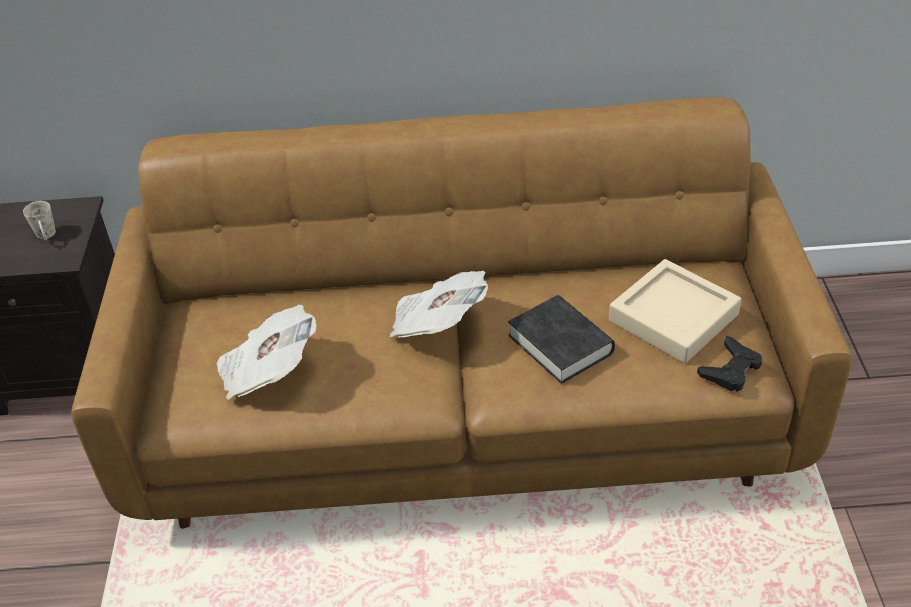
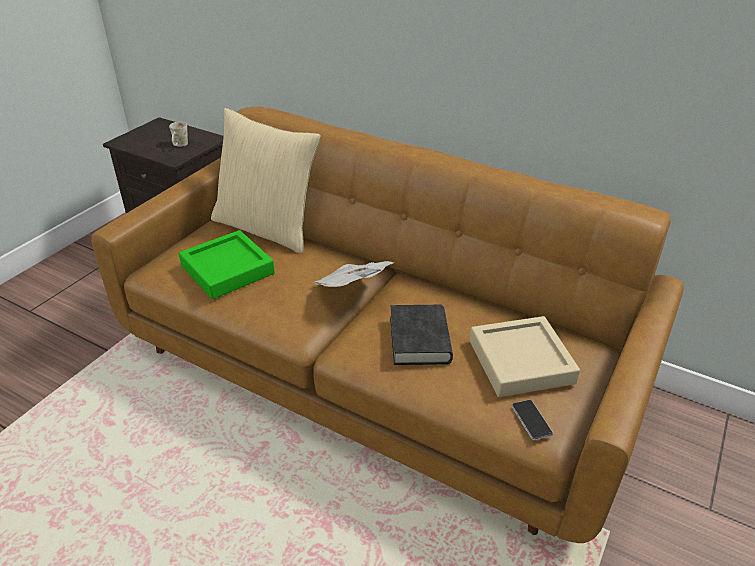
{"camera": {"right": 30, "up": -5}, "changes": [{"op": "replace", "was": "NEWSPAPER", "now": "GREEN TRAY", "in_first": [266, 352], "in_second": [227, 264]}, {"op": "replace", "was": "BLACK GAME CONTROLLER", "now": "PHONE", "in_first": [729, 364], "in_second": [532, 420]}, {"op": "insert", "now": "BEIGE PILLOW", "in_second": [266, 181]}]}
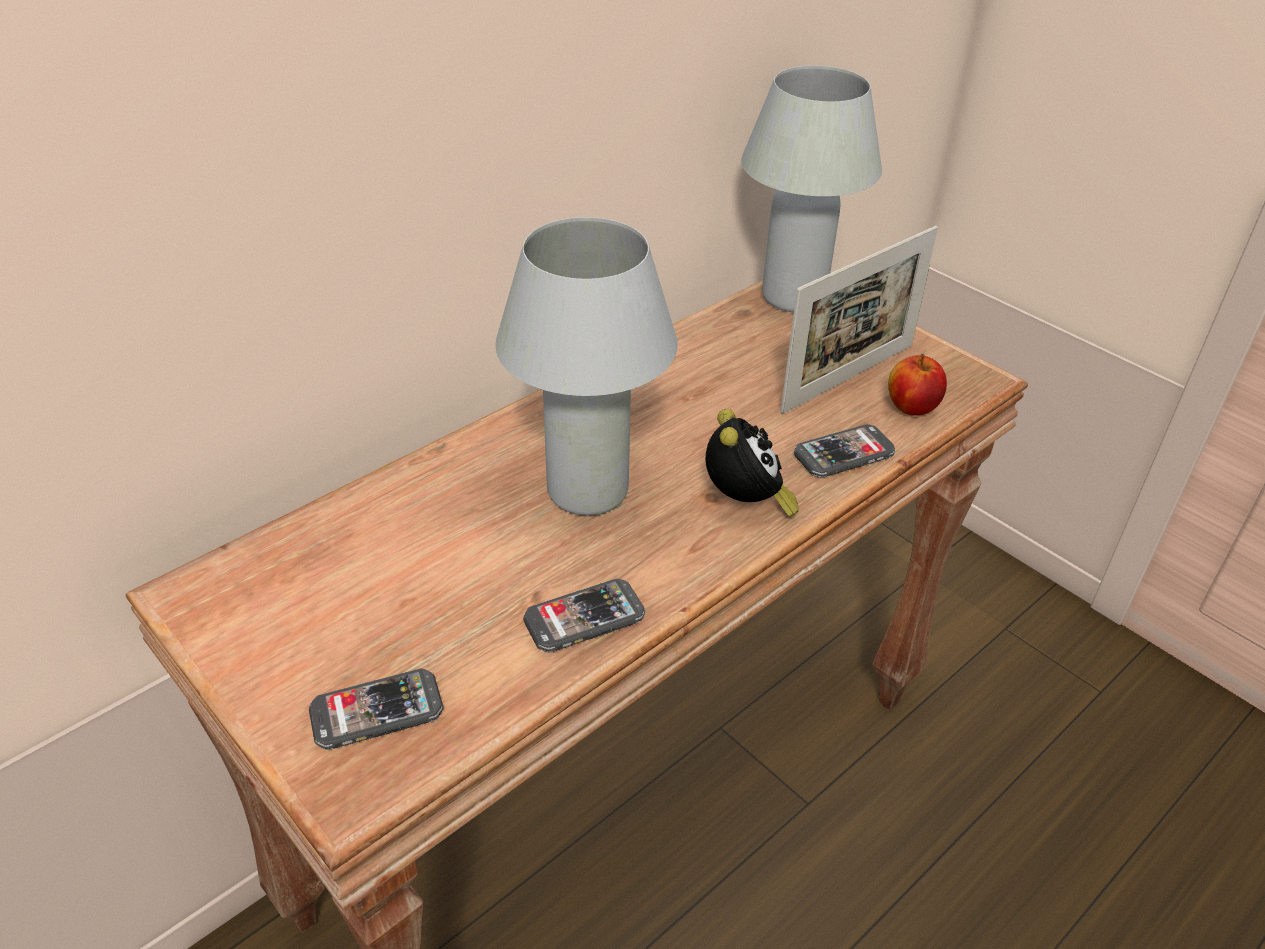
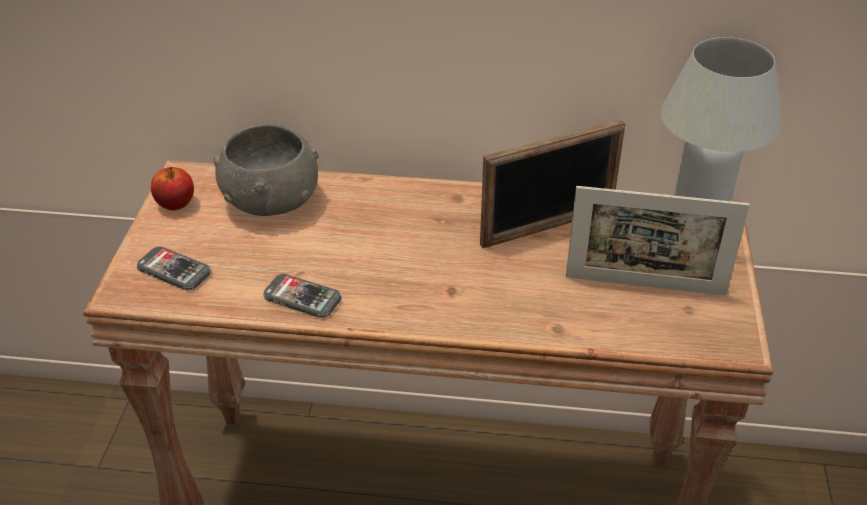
{"camera": {"right": 50, "up": 0}, "changes": [{"op": "delete", "was": "WHITE TABLE LAMP", "in_first": [587, 366]}, {"op": "move", "was": "APPLE", "in_first": [917, 385], "in_second": [172, 189]}, {"op": "delete", "was": "ALARM CLOCK", "in_first": [752, 463]}, {"op": "delete", "was": "PHONE", "in_first": [844, 451]}, {"op": "insert", "now": "PICTURE FRAME", "in_second": [553, 184]}, {"op": "insert", "now": "GREY BOWL", "in_second": [266, 170]}]}
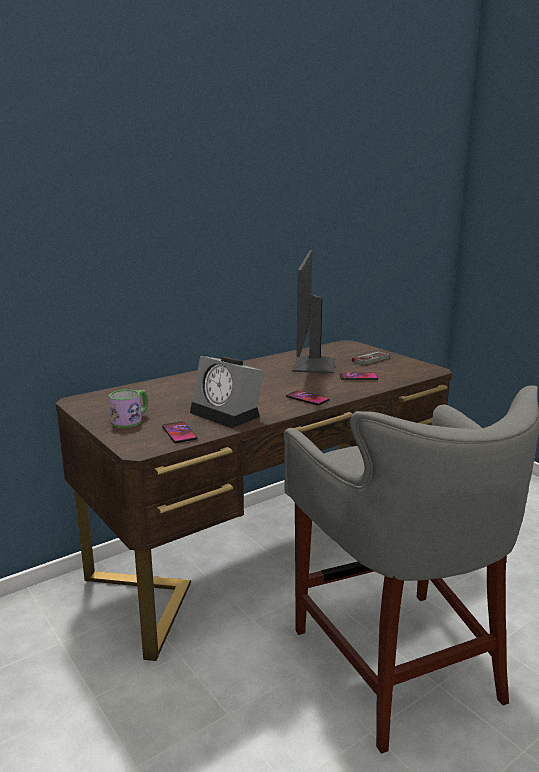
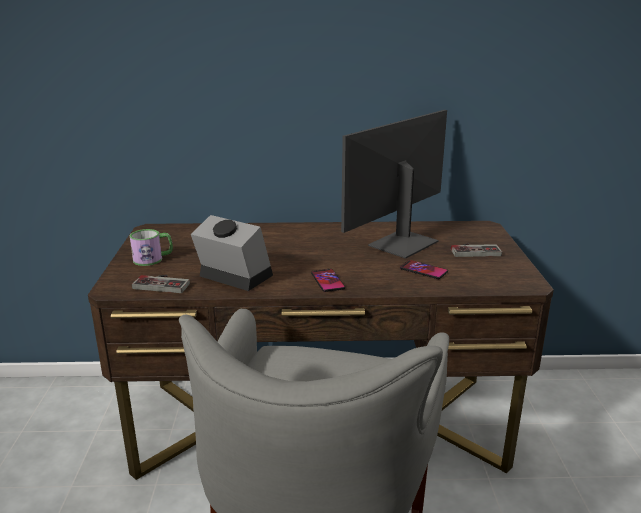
{"camera": {"right": 35, "up": 5}, "changes": [{"op": "rotate", "was": "ALARM CLOCK", "in_first": [227, 392], "in_second": [232, 253], "clockwise": 135}, {"op": "replace", "was": "PHONE", "now": "GAME CONTROLLER", "in_first": [179, 432], "in_second": [161, 284]}]}
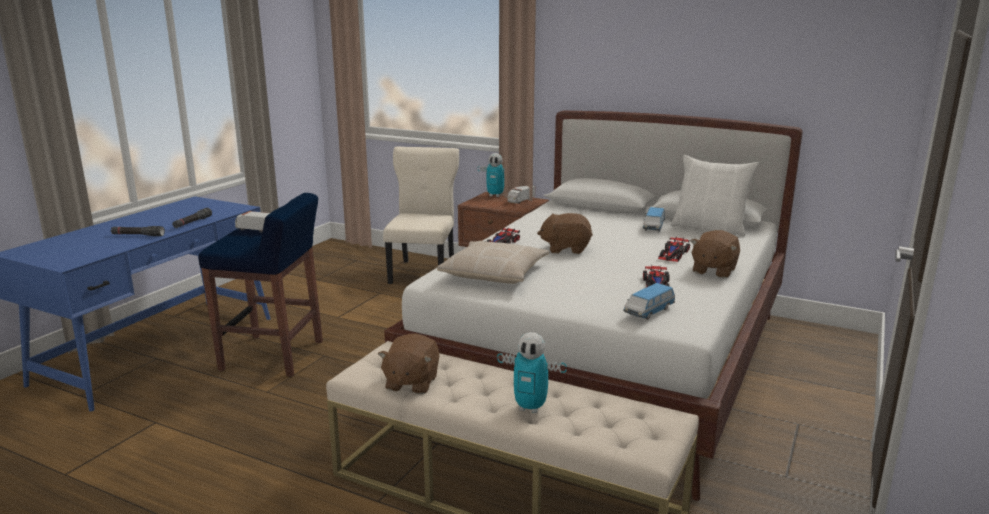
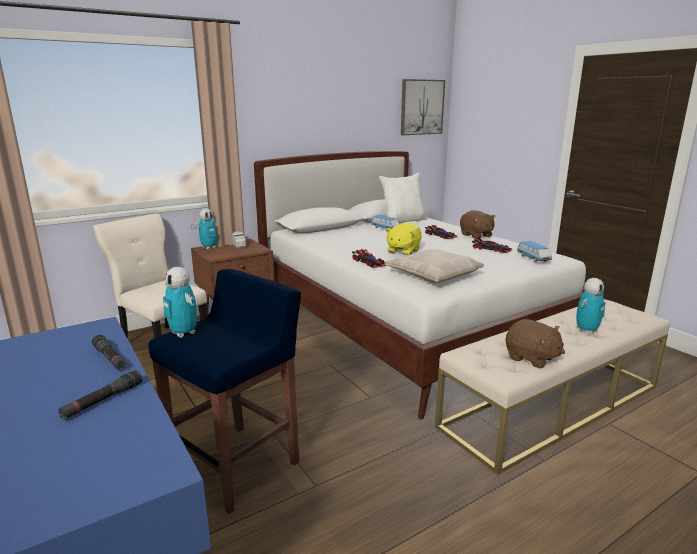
{"camera": {"right": -60, "up": 0}, "changes": [{"op": "replace", "was": "TOY TRUCK", "now": "TOY ROBOT", "in_first": [252, 222], "in_second": [180, 302]}, {"op": "recolor", "was": "BROWN PLUSH TOY", "now": "YELLOW PLUSH TOY", "in_first": [565, 233], "in_second": [403, 239]}, {"op": "insert", "now": "PICTURE", "in_second": [423, 107]}]}
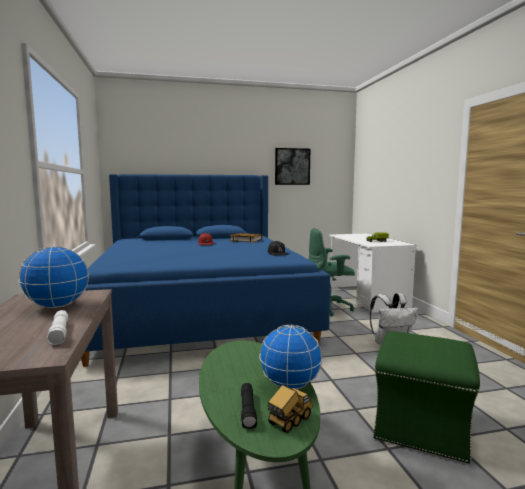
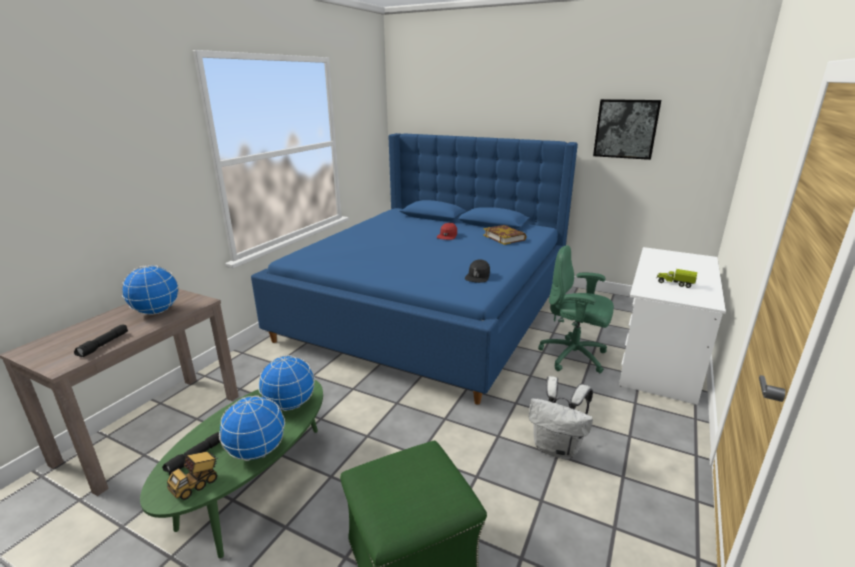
{"camera": {"right": 40, "up": 15}, "changes": [{"op": "recolor", "was": "WHITE FLASHLIGHT", "now": "BLACK FLASHLIGHT", "in_first": [57, 327], "in_second": [101, 340]}, {"op": "rotate", "was": "TOY TRUCK", "in_first": [289, 408], "in_second": [192, 476], "clockwise": 135}, {"op": "insert", "now": "GLOBE", "in_second": [286, 383]}]}
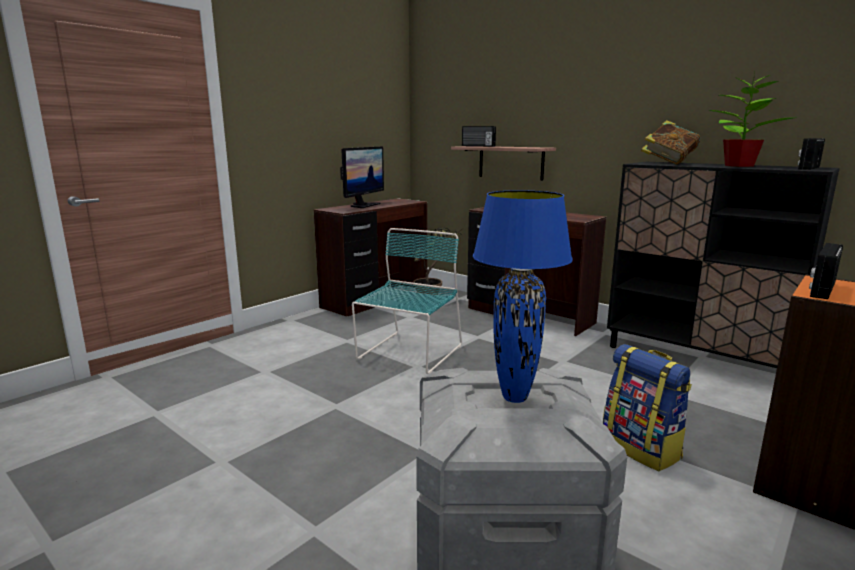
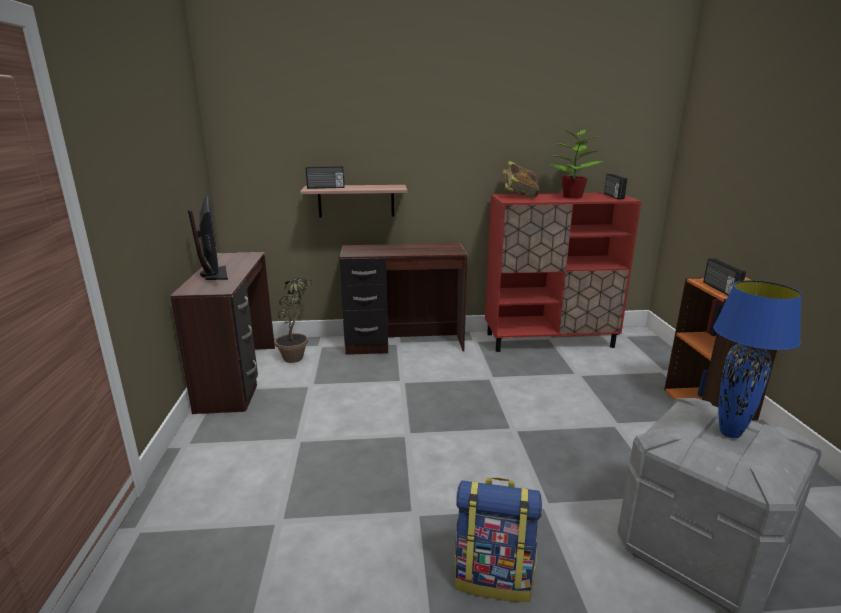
{"camera": {"right": -45, "up": 5}, "changes": [{"op": "recolor", "was": "BLACK CABINET", "now": "RED CABINET", "in_first": [723, 265], "in_second": [563, 272]}, {"op": "delete", "was": "TURQUOISE CHAIR", "in_first": [407, 301]}, {"op": "move", "was": "BACKPACK", "in_first": [647, 407], "in_second": [498, 539]}]}
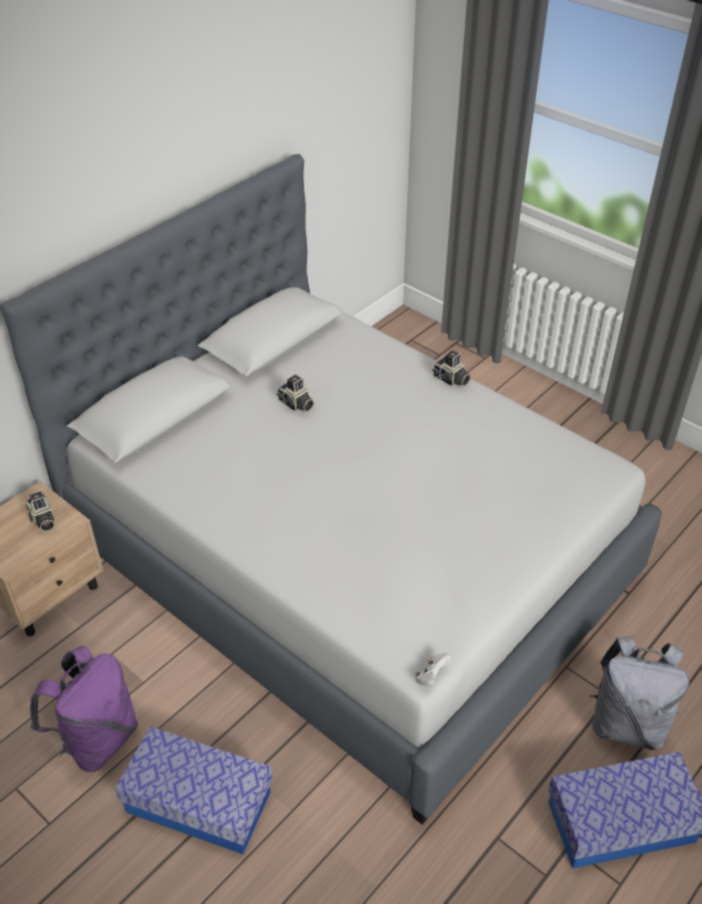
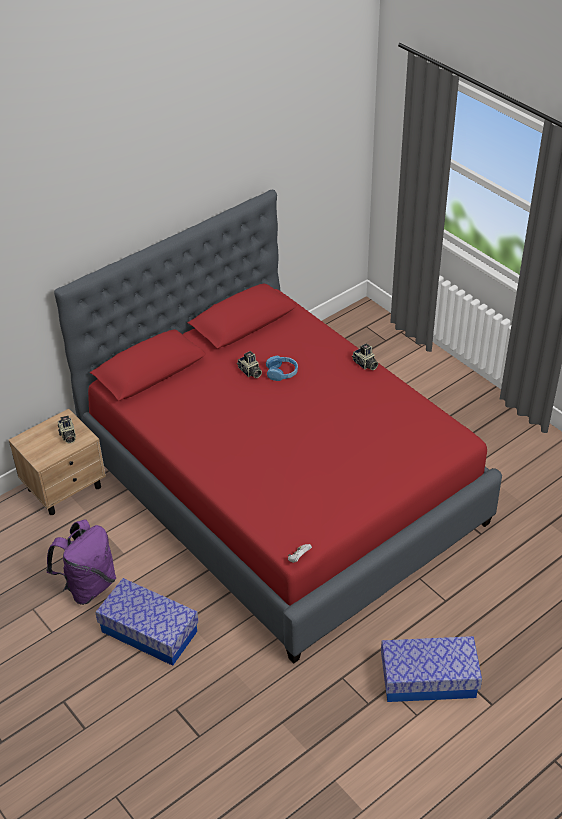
{"camera": {"right": 10, "up": 0}, "changes": [{"op": "recolor", "was": "GREY BED", "now": "RED BED", "in_first": [331, 489], "in_second": [278, 427]}, {"op": "delete", "was": "GREY BACKPACK", "in_first": [639, 693]}, {"op": "insert", "now": "BLUE HEADPHONES", "in_second": [282, 368]}]}
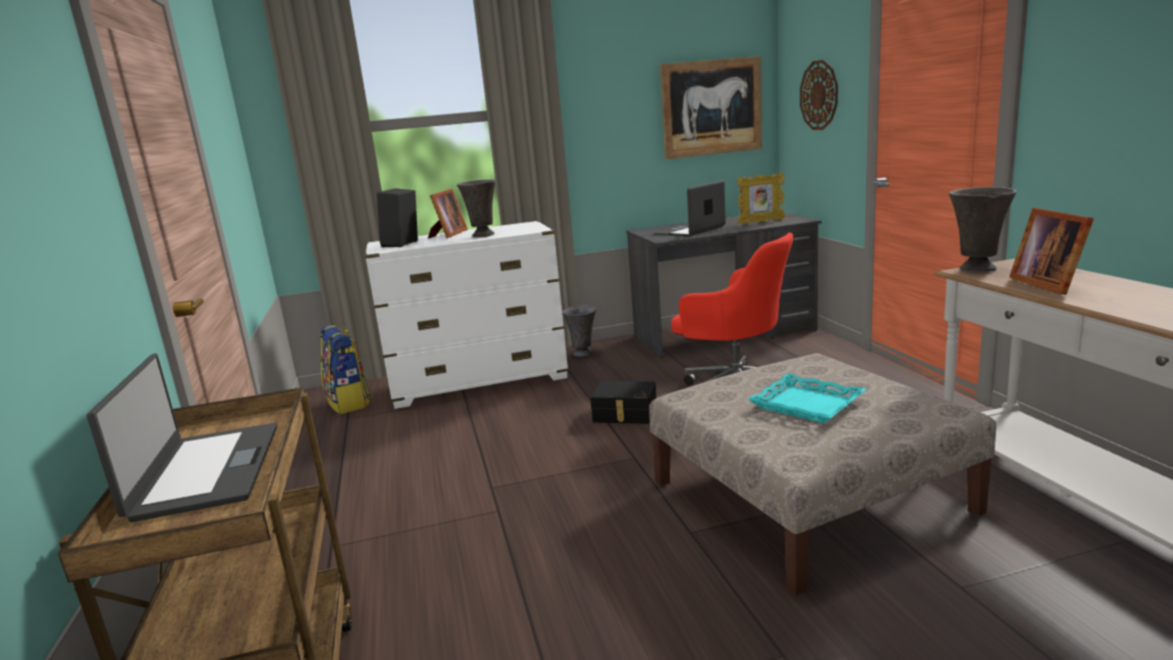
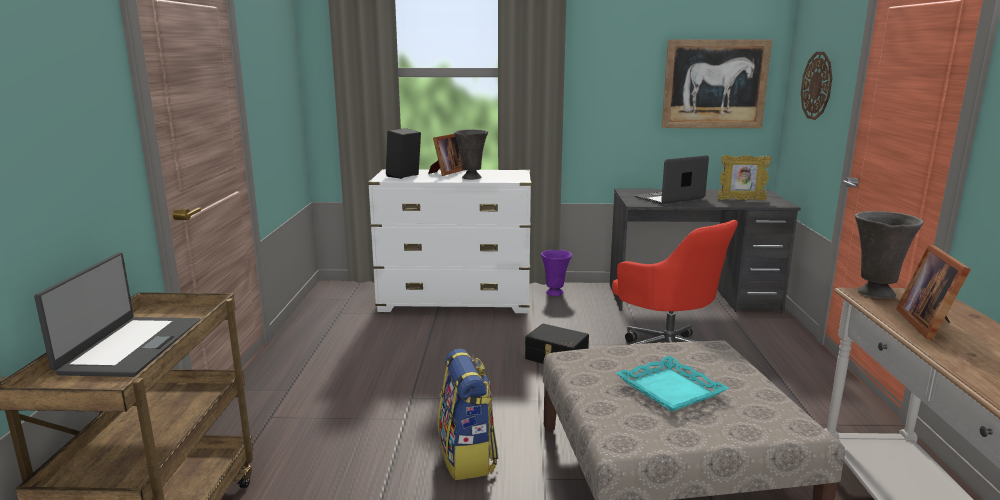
{"camera": {"right": 15, "up": 0}, "changes": [{"op": "recolor", "was": "GREY VASE", "now": "PURPLE VASE", "in_first": [579, 331], "in_second": [556, 273]}, {"op": "move", "was": "BACKPACK", "in_first": [346, 369], "in_second": [468, 414]}]}
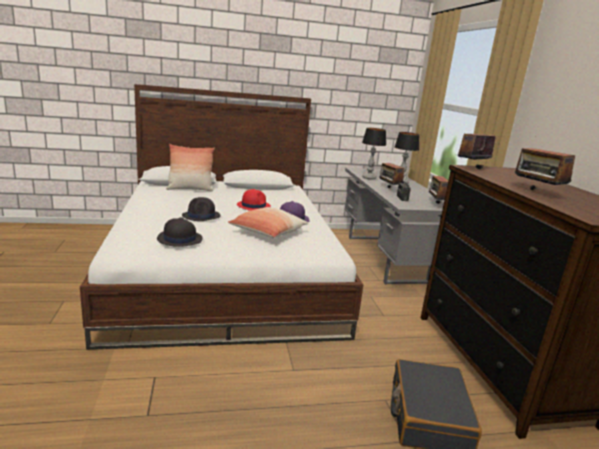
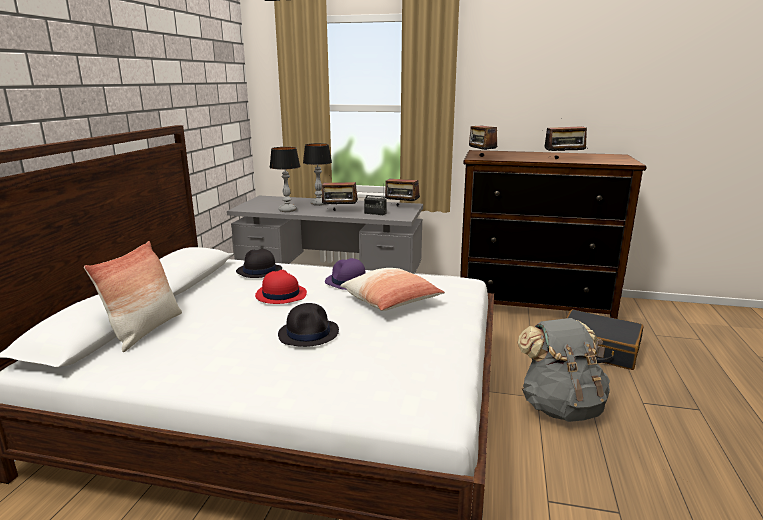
{"camera": {"right": -65, "up": 0}, "changes": [{"op": "move", "was": "BLACK HAT", "in_first": [180, 232], "in_second": [259, 263]}, {"op": "insert", "now": "GREY BACKPACK", "in_second": [564, 370]}]}
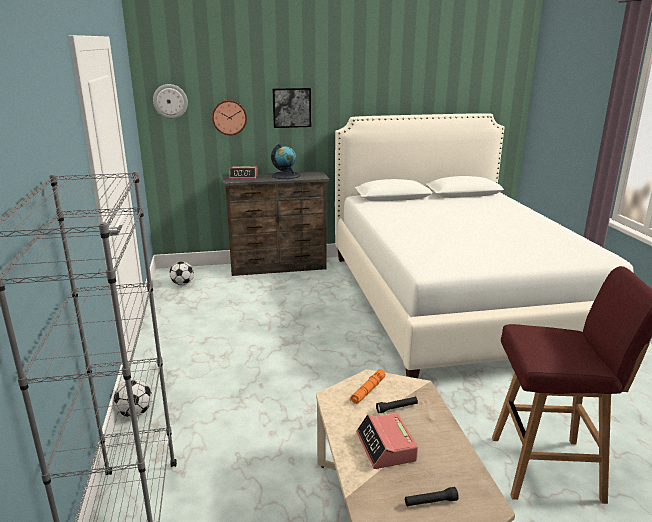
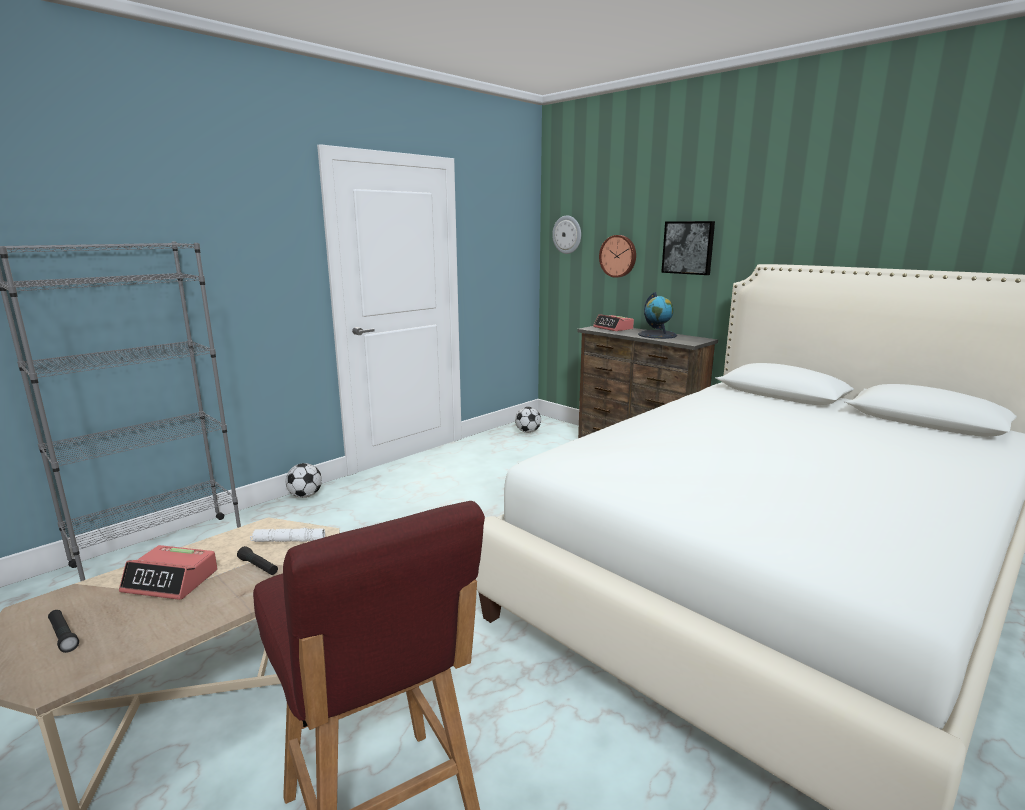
{"camera": {"right": 55, "up": -5}, "changes": [{"op": "recolor", "was": "ORANGE FLASHLIGHT", "now": "WHITE FLASHLIGHT", "in_first": [368, 386], "in_second": [287, 535]}, {"op": "rotate", "was": "ALARM CLOCK", "in_first": [387, 441], "in_second": [168, 572], "clockwise": -120}]}
